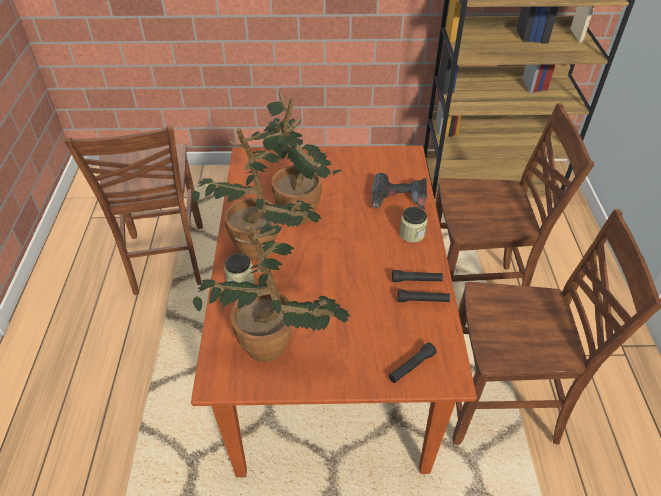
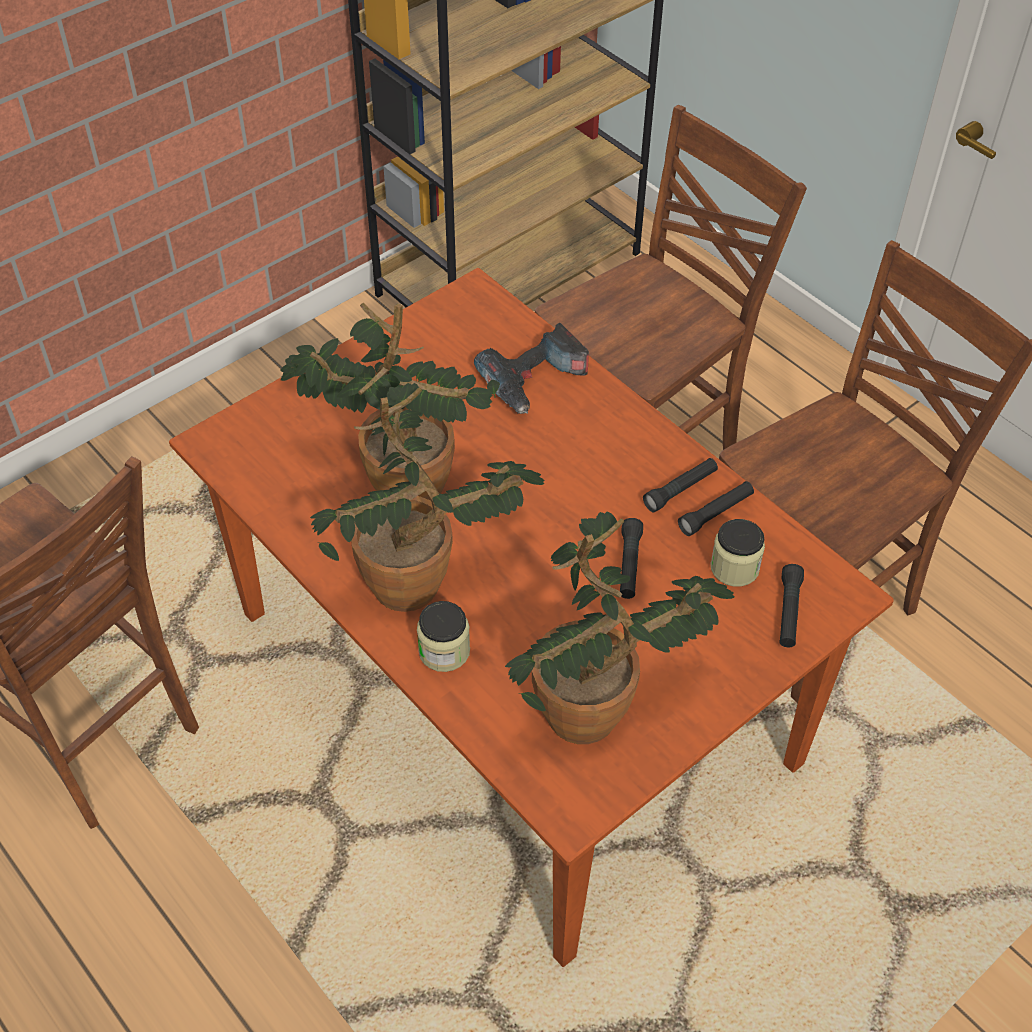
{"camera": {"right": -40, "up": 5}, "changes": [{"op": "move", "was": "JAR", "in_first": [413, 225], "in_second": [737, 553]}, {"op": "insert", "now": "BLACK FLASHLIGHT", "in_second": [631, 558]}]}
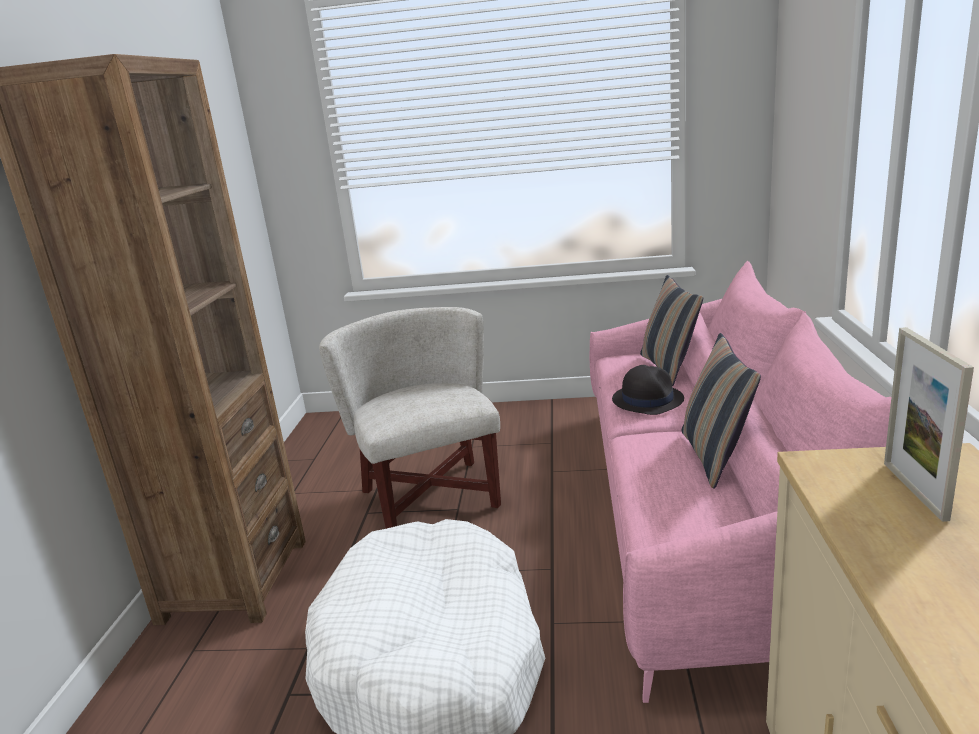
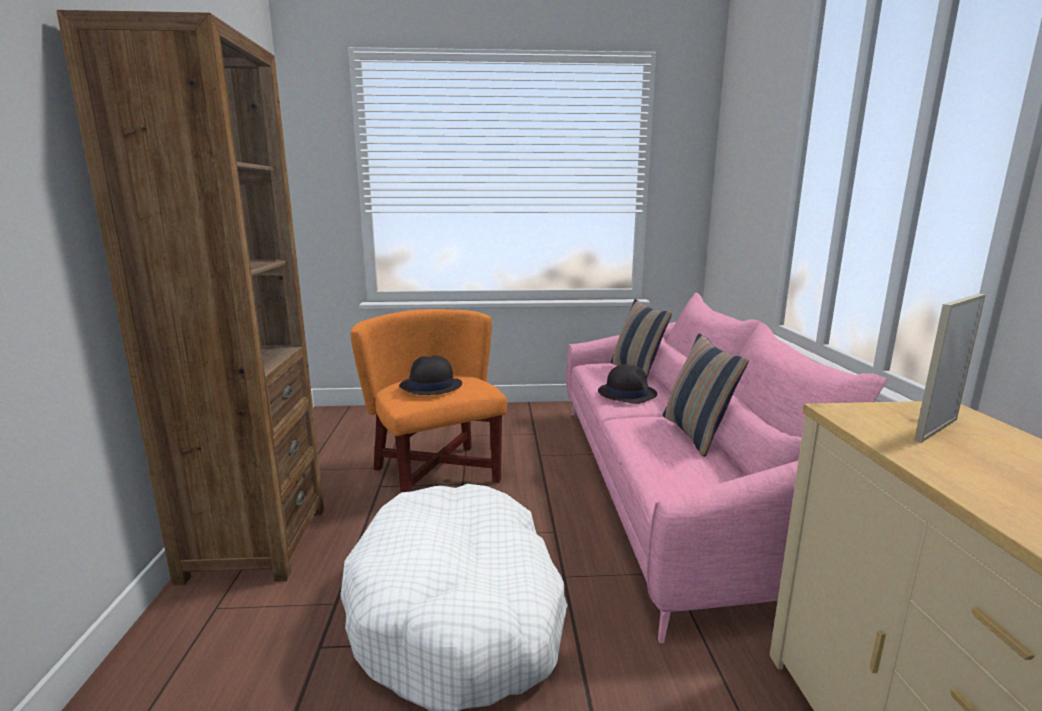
{"camera": {"right": -10, "up": -5}, "changes": [{"op": "recolor", "was": "WHITE ARMCHAIR", "now": "ORANGE ARMCHAIR", "in_first": [410, 418], "in_second": [429, 400]}, {"op": "rotate", "was": "PICTURE FRAME", "in_first": [929, 424], "in_second": [950, 368], "clockwise": 60}, {"op": "insert", "now": "BLACK HAT", "in_second": [430, 375]}]}
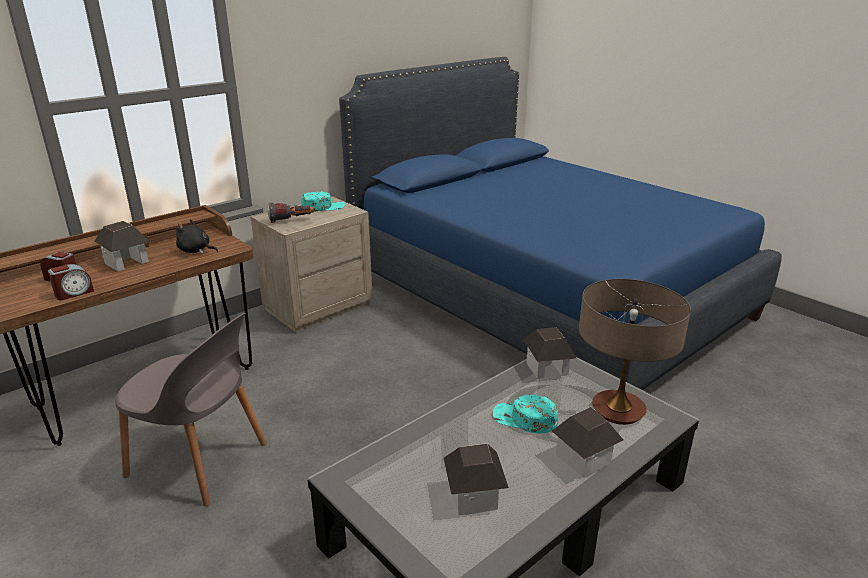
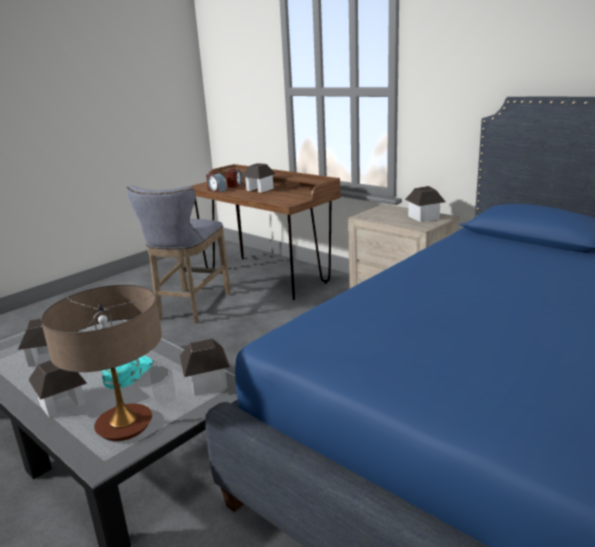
{"camera": {"right": 85, "up": -5}, "changes": [{"op": "replace", "was": "TURQUOISE CAP", "now": "TOY HOUSE", "in_first": [323, 201], "in_second": [425, 204]}, {"op": "delete", "was": "FLASHLIGHT", "in_first": [291, 212]}, {"op": "delete", "was": "BLACK PLUSH TOY", "in_first": [197, 236]}, {"op": "replace", "was": "GREY CHAIR", "now": "GREY STOOL", "in_first": [191, 409], "in_second": [179, 254]}]}
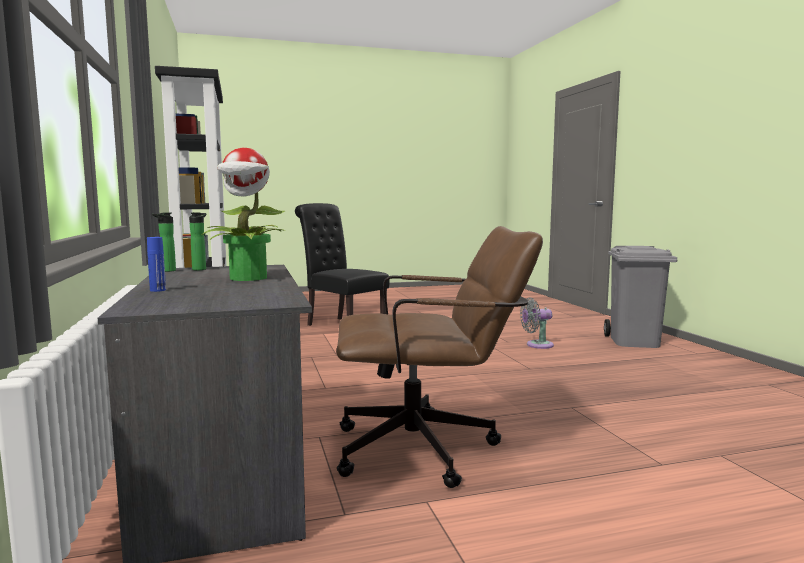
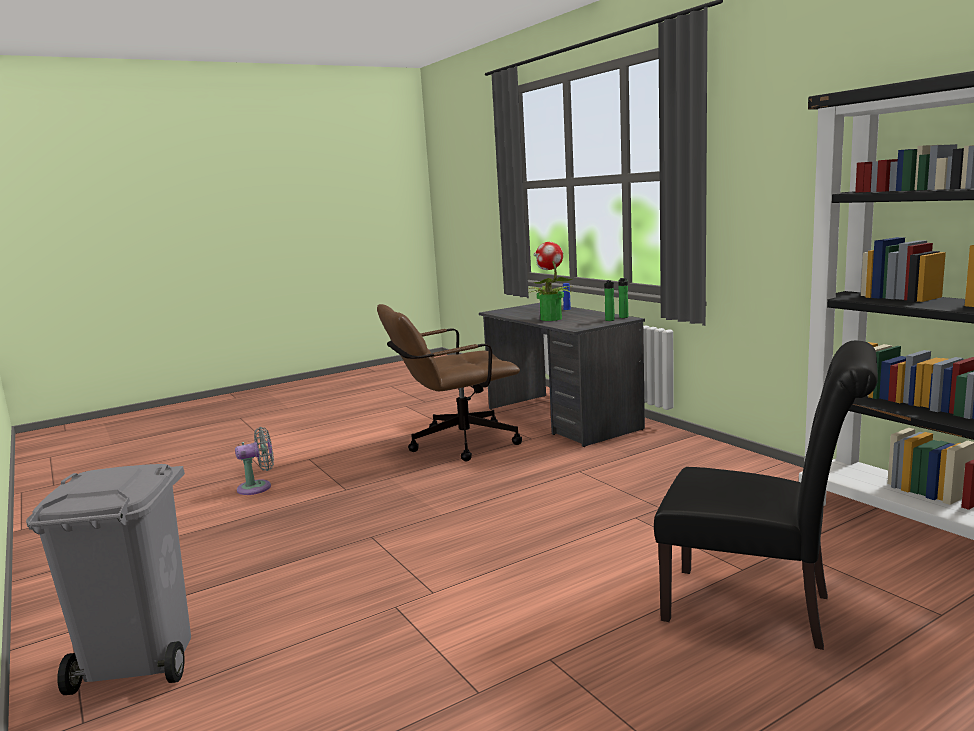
{"camera": {"right": 165, "up": 5}, "changes": [{"op": "move", "was": "GREY FAN", "in_first": [537, 323], "in_second": [254, 461]}]}
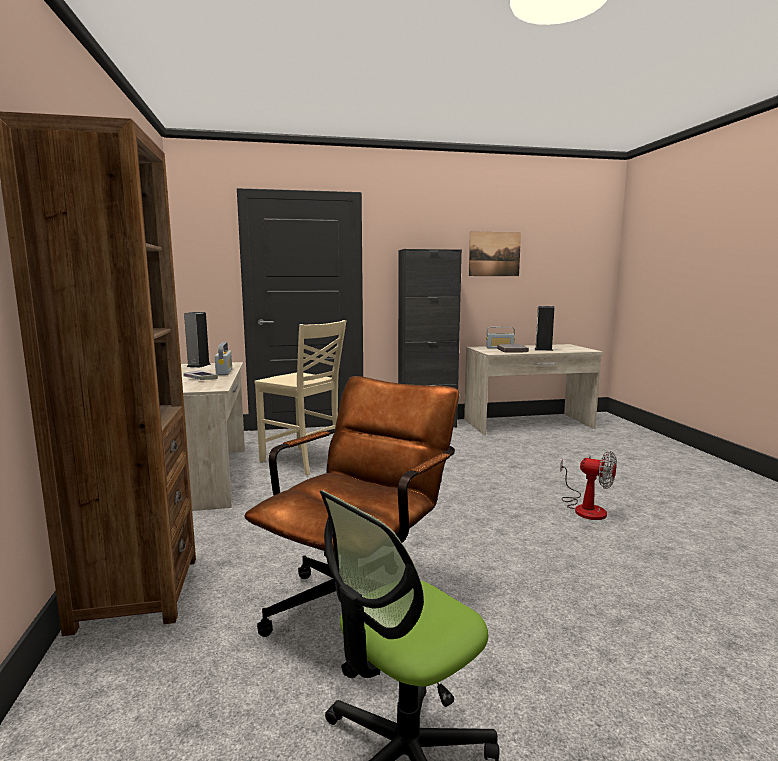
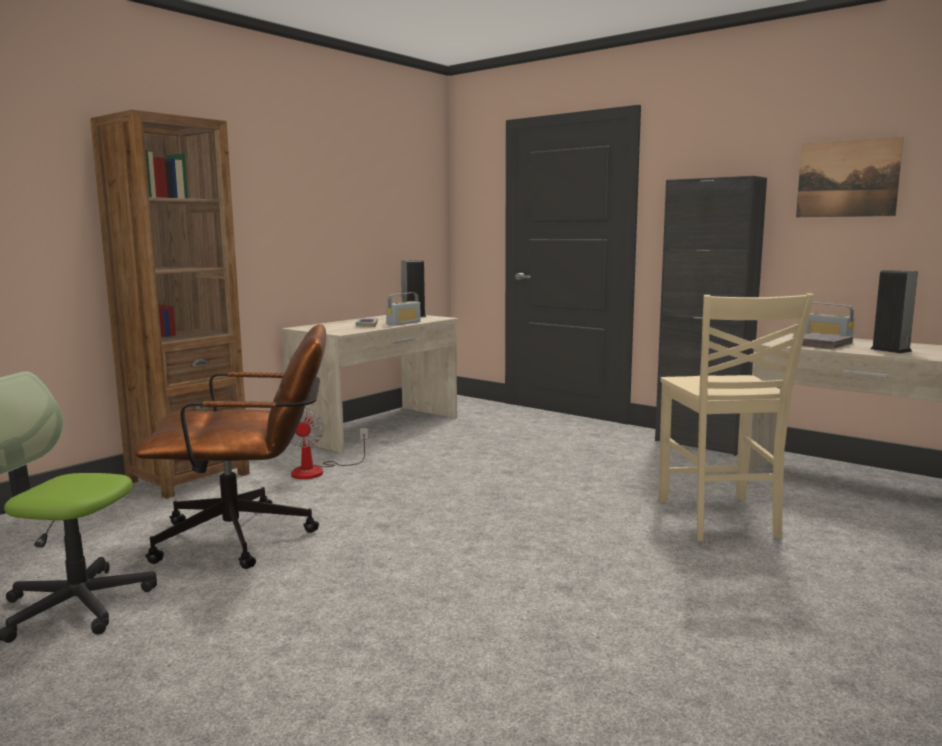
{"camera": {"right": 50, "up": 0}, "changes": [{"op": "move", "was": "BEIGE CHAIR", "in_first": [300, 397], "in_second": [736, 417]}, {"op": "move", "was": "FAN", "in_first": [588, 485], "in_second": [329, 443]}]}
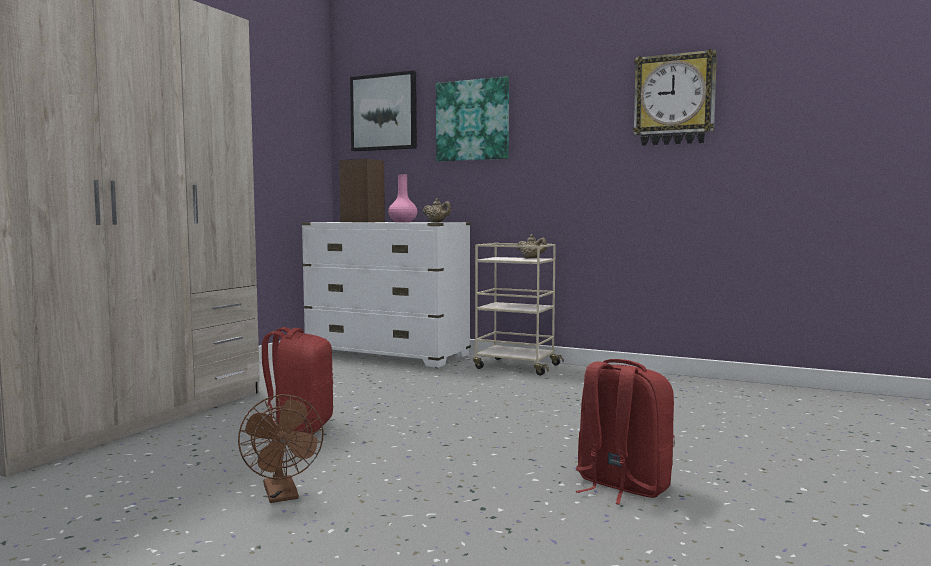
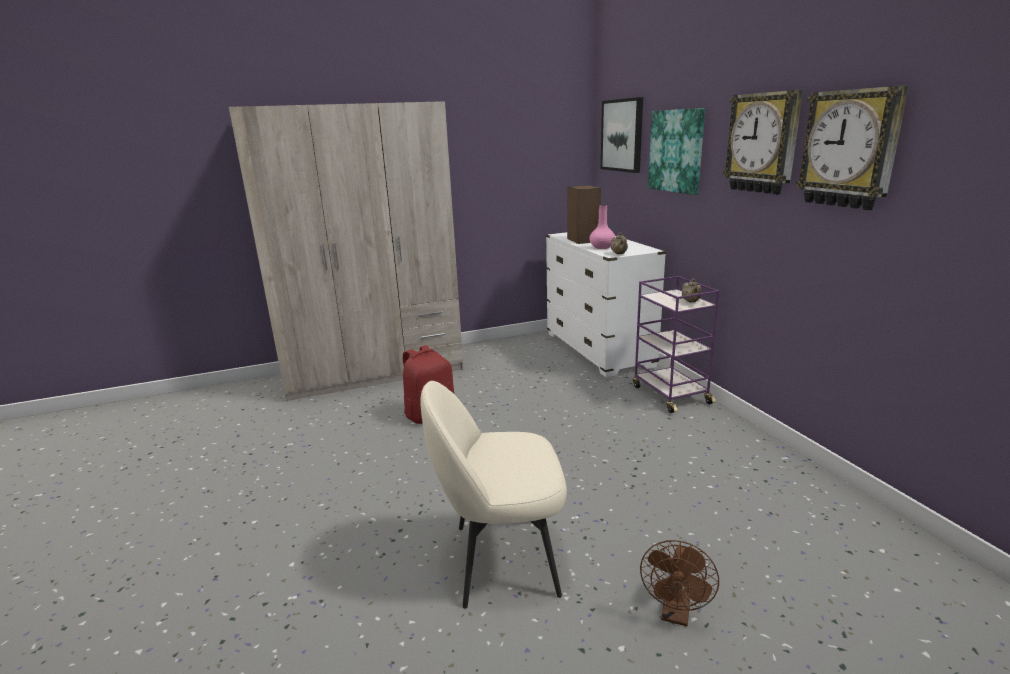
{"camera": {"right": 45, "up": 15}, "changes": [{"op": "recolor", "was": "BEIGE CART", "now": "PURPLE CART", "in_first": [518, 309], "in_second": [676, 344]}, {"op": "replace", "was": "RED BACKPACK", "now": "BEIGE CHAIR", "in_first": [625, 432], "in_second": [494, 495]}, {"op": "move", "was": "BROWN FAN", "in_first": [281, 449], "in_second": [679, 583]}, {"op": "insert", "now": "WALL CLOCK", "in_second": [763, 142]}]}
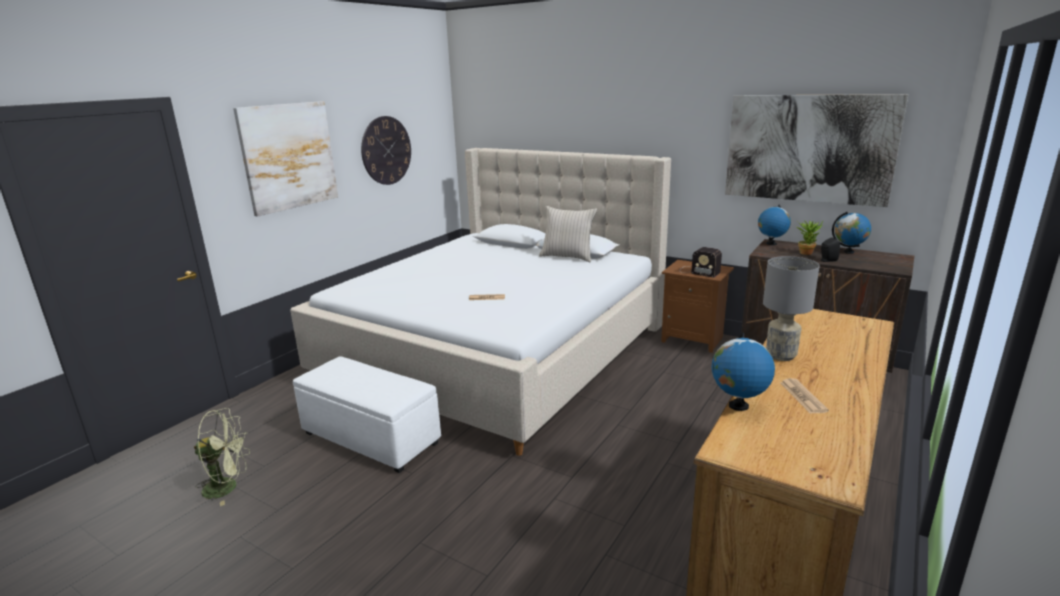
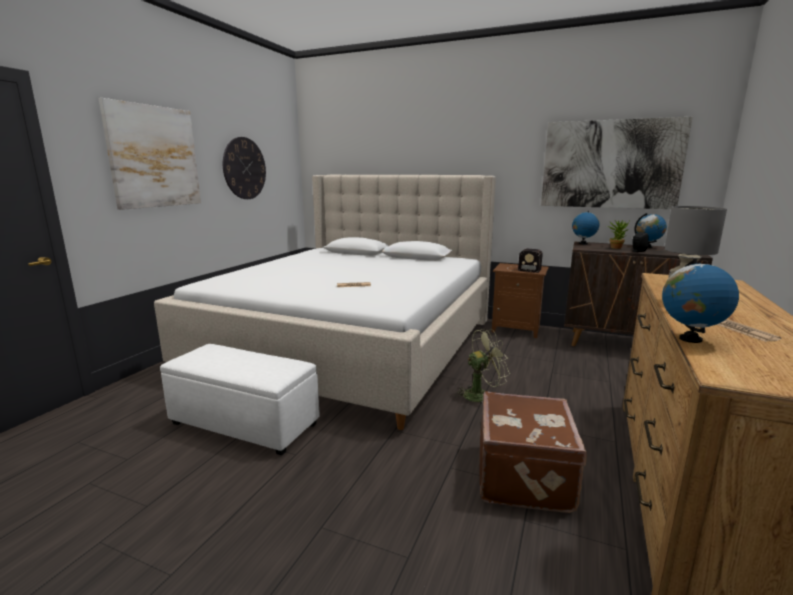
{"camera": {"right": -10, "up": -5}, "changes": [{"op": "delete", "was": "BEIGE PILLOW", "in_first": [568, 234]}, {"op": "move", "was": "GREEN FAN", "in_first": [222, 457], "in_second": [482, 365]}, {"op": "insert", "now": "BROWN SUITCASE", "in_second": [533, 452]}]}
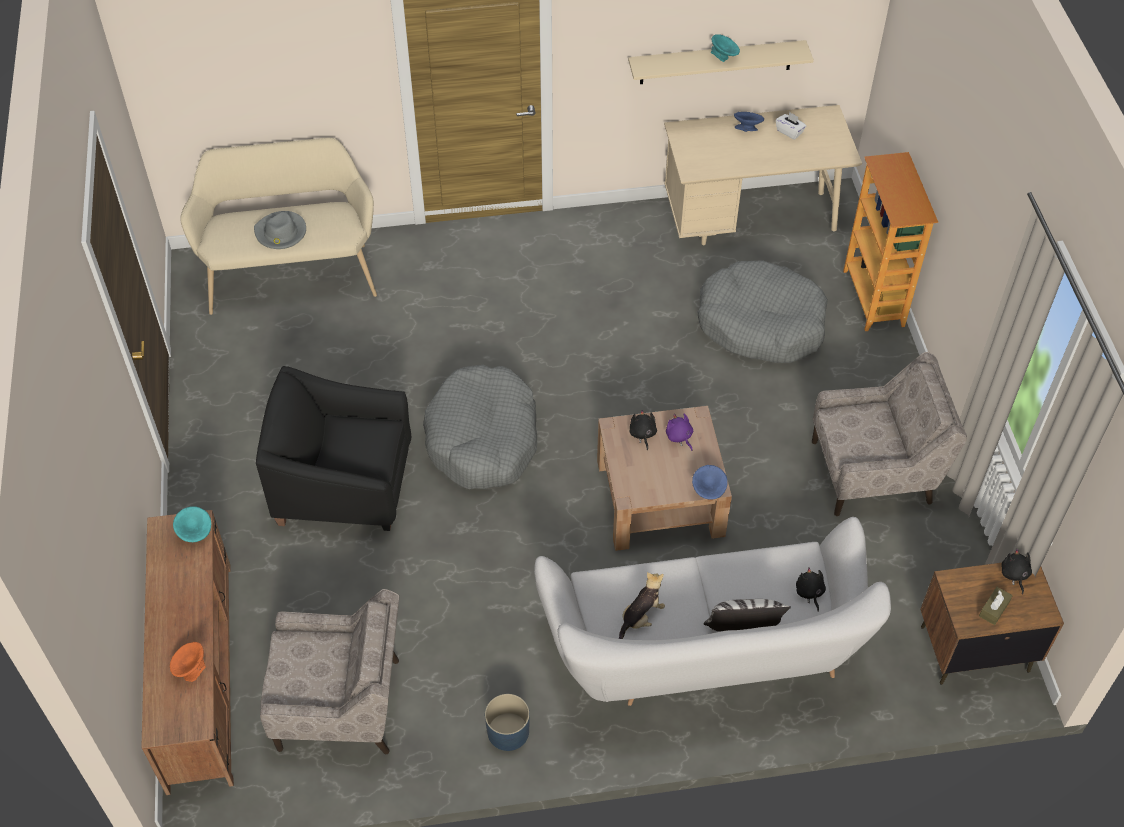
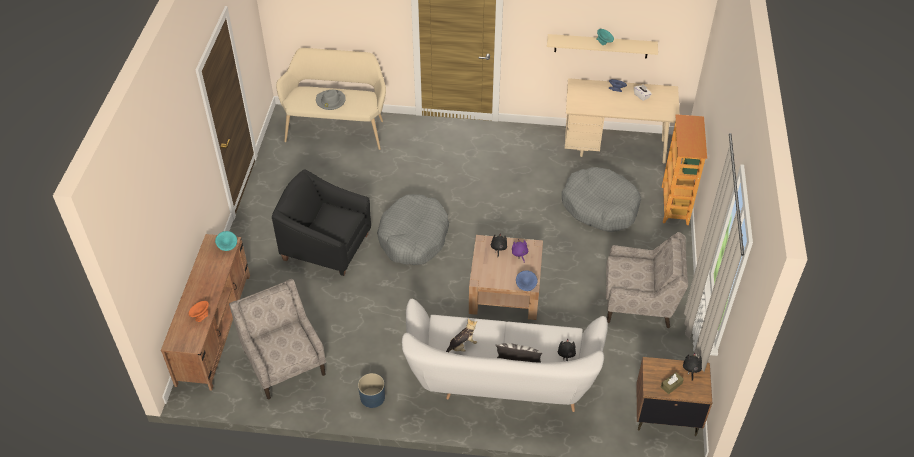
{"camera": {"right": 15, "up": -5}, "changes": [{"op": "rotate", "was": "BEIGE ARMCHAIR", "in_first": [329, 671], "in_second": [277, 339], "clockwise": -135}]}
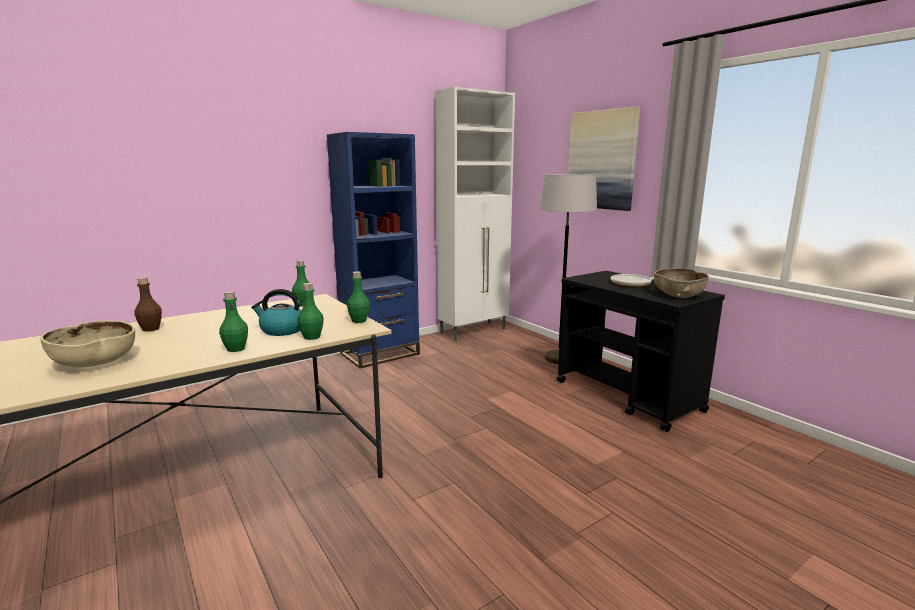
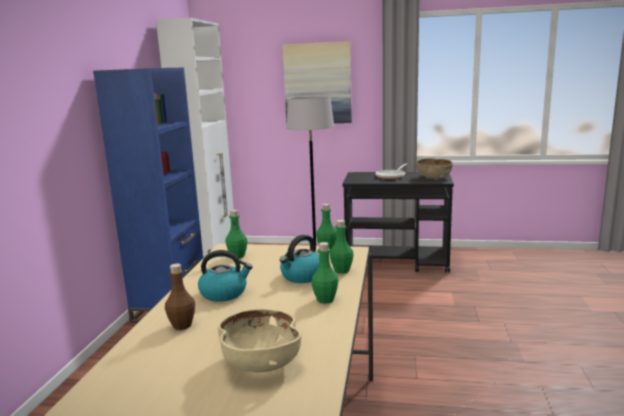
{"camera": {"right": -45, "up": 0}, "changes": [{"op": "insert", "now": "KETTLE", "in_second": [225, 276]}]}
